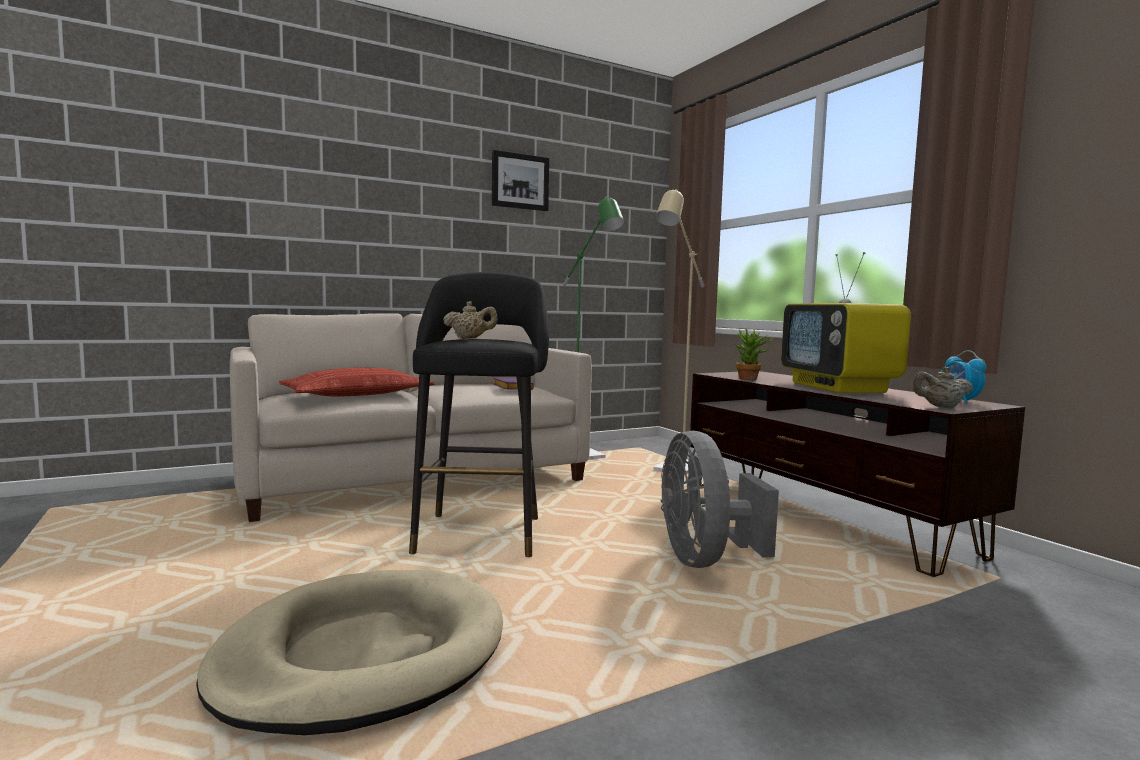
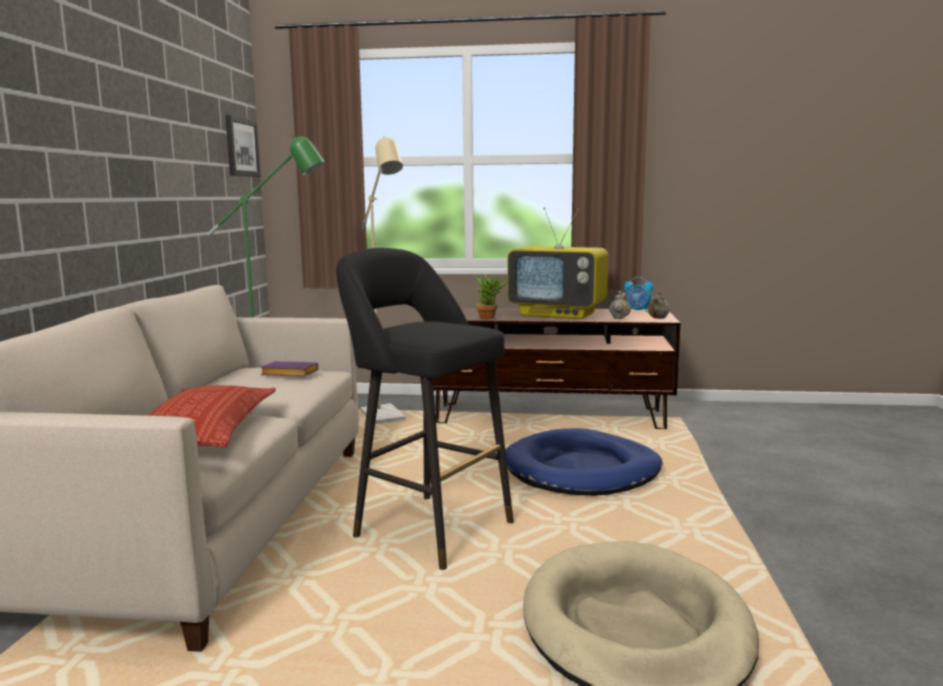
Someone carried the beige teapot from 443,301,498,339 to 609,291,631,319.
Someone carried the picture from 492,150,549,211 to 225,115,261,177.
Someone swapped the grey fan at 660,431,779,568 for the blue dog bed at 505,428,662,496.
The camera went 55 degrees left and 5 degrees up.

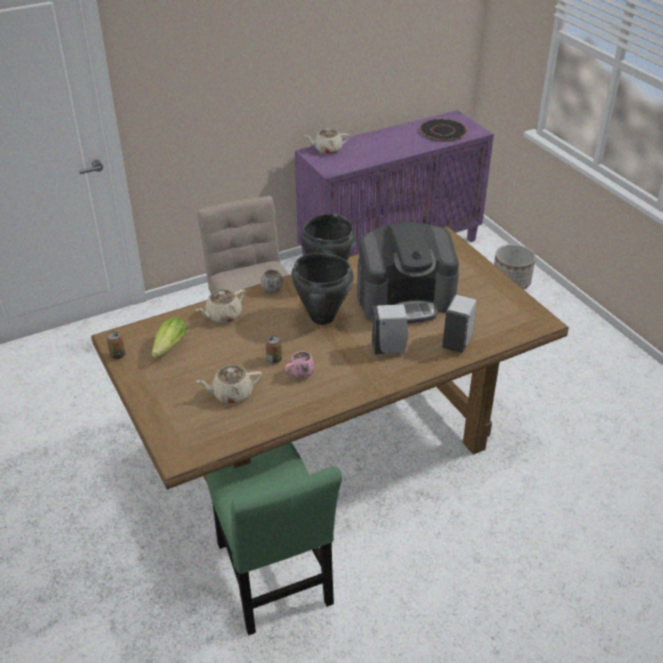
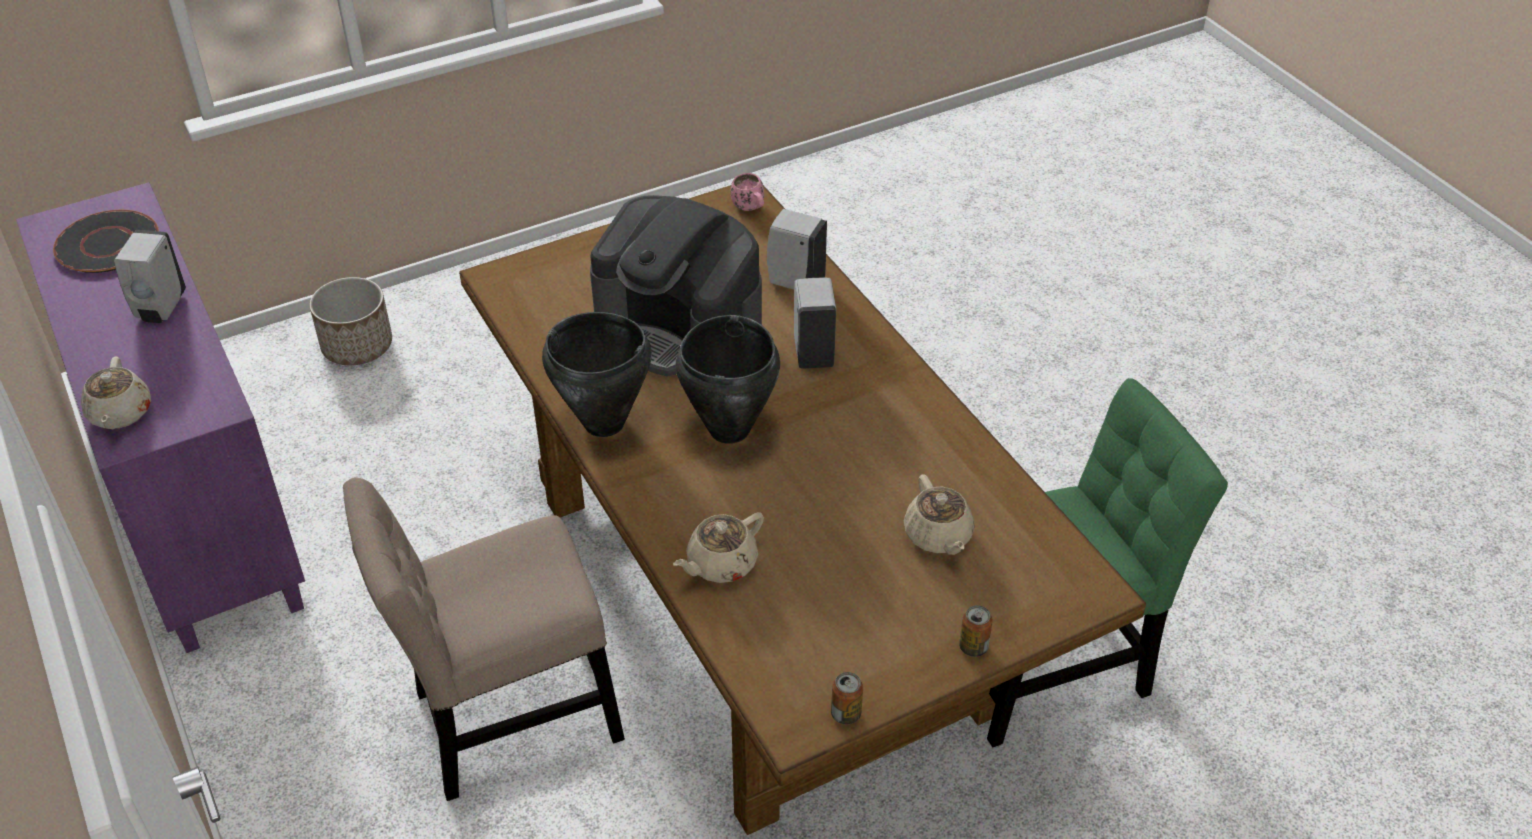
Someone took away the lettuce at 151,317,187,358.
Someone took away the white mug at 261,268,282,293.
Someone put down the white soap dispenser at 114,230,186,323.
Someone carried the can from 266,335,282,364 to 959,605,993,657.
Someone carried the pink mug from 285,351,314,378 to 731,173,764,211.
Someone rotated the beige teapot at 196,289,246,323 by 90 degrees clockwise.
Someone rotated the coffee machine at 357,222,459,324 by 135 degrees clockwise.
The camera went 90 degrees left and 5 degrees up.

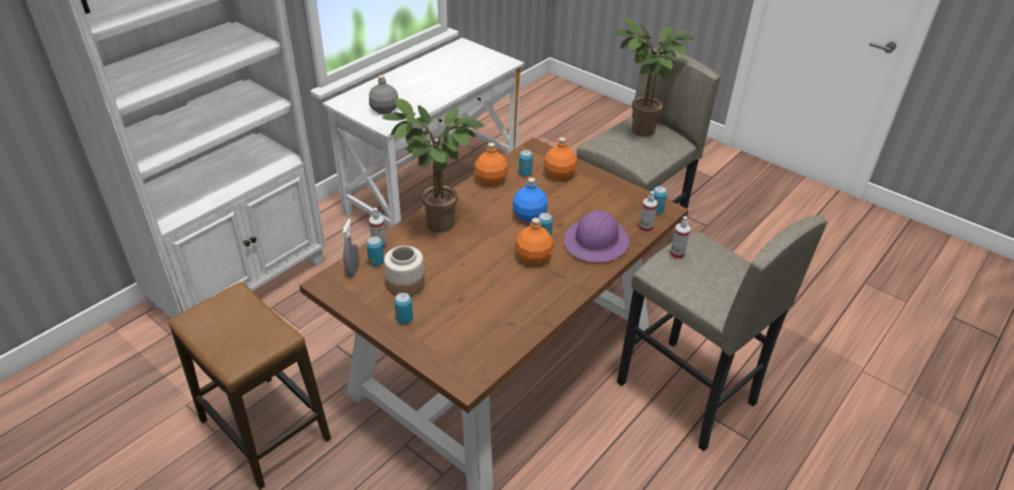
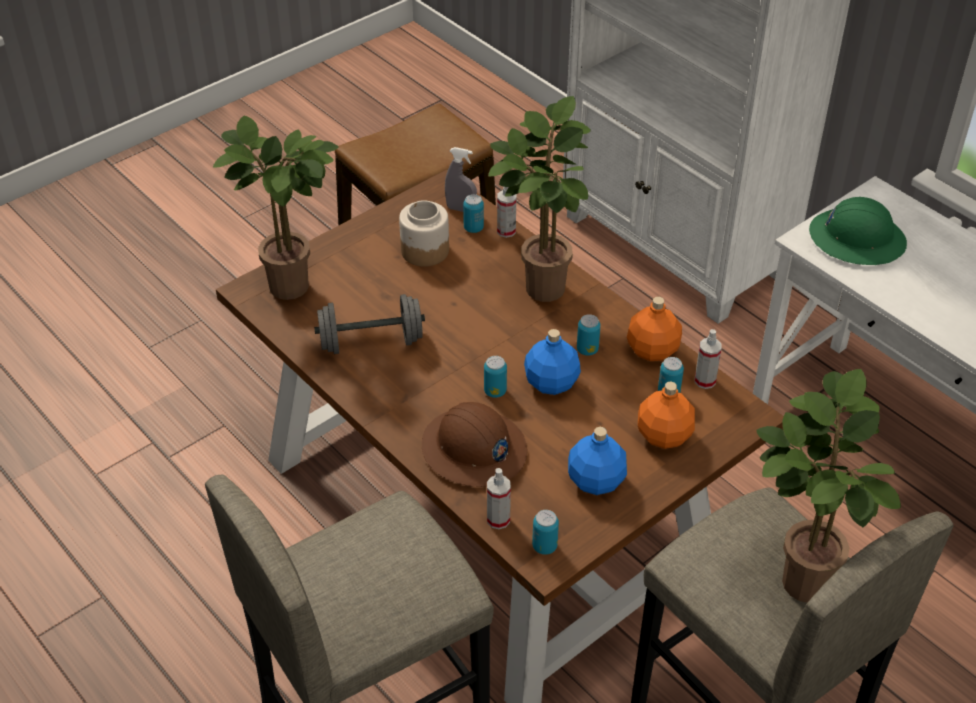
Someone took away the orange bottle at 515,218,554,264.
Someone put down the potted plant at 213,116,338,300.
Someone put down the grey dumbbell at 314,294,425,354.
Someone put down the blue bottle at 568,427,627,495.
Someone carried the can from 394,293,413,324 to 577,314,601,356.
Someone carried the spray bottle from 670,216,690,259 to 695,329,722,389.
Someone swapped the grey bottle at 369,75,398,114 for the green hard hat at 809,197,907,265.
Someone repainted the purple hard hat at 564,210,629,262, which became the brown hard hat at 422,402,527,487.
The camera went 100 degrees right and 5 degrees up.

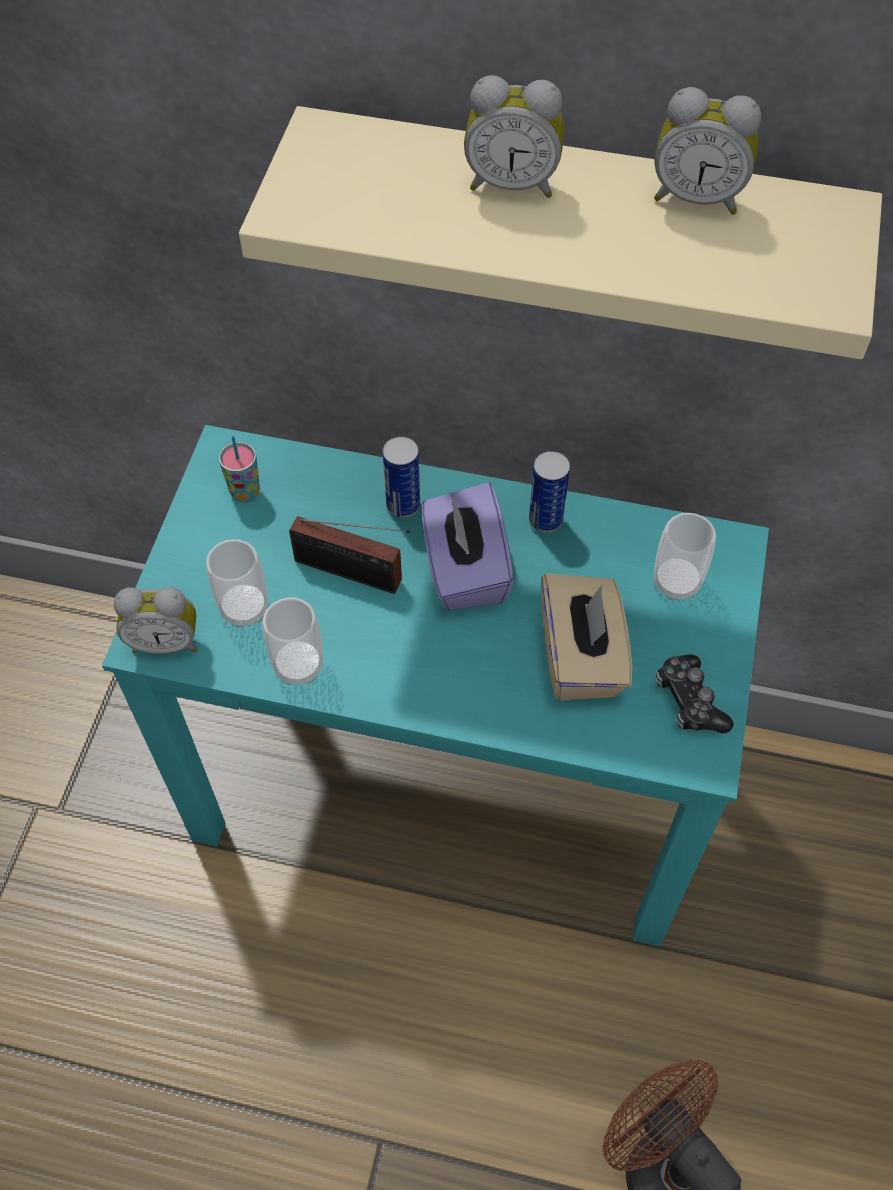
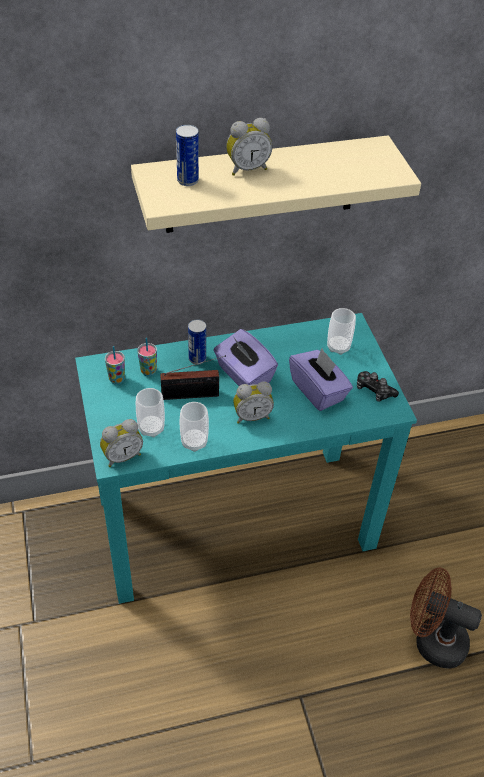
Someone put down the cup at 137,338,157,376.
Someone carried the can from 529,451,570,533 to 176,125,199,186.
Someone carried the alarm clock from 654,87,761,215 to 233,381,274,424.
Someone repainted the beige tissue box at 541,573,632,701, which became the purple tissue box at 289,348,353,411.
The camera went 30 degrees left and 10 degrees down.

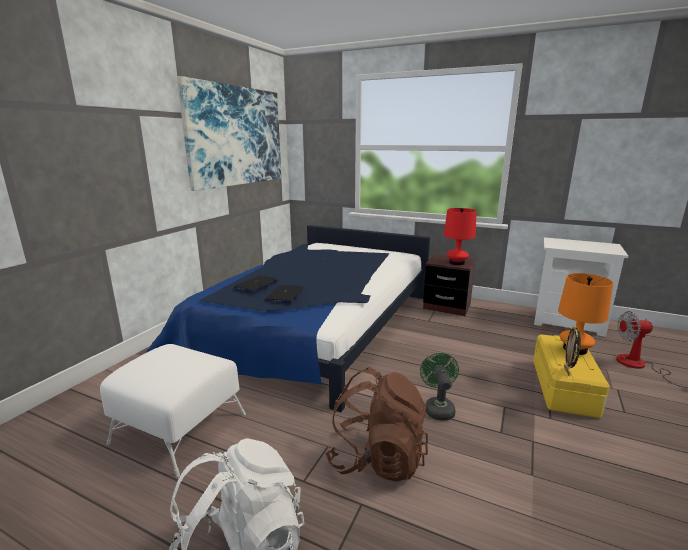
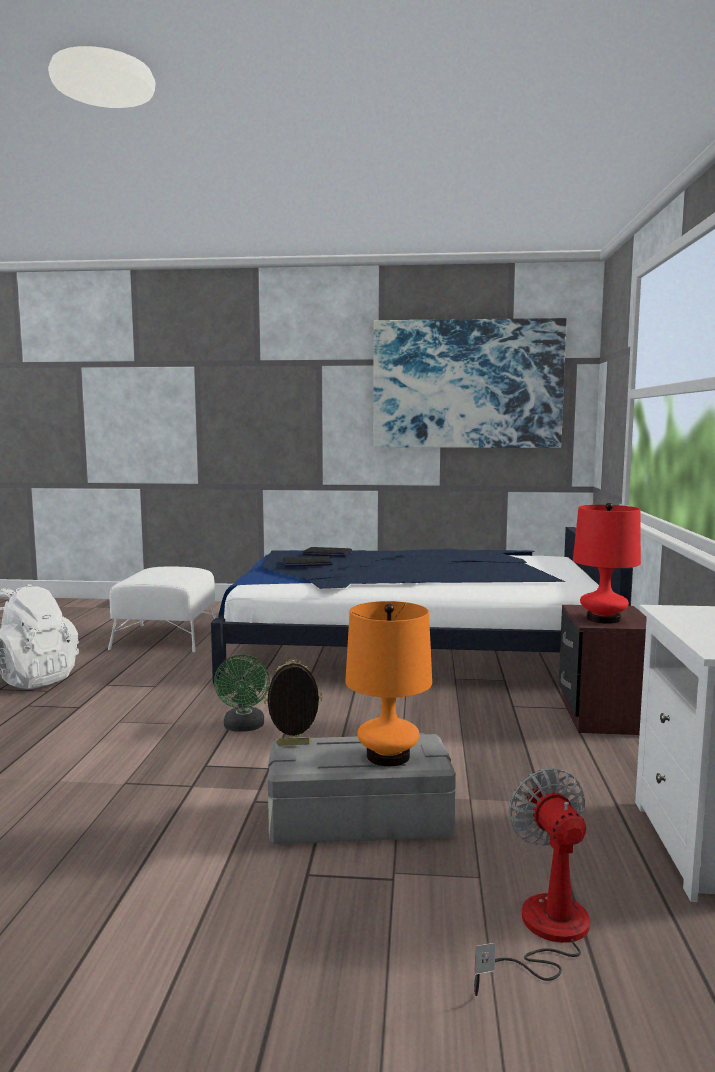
Someone took away the brown backpack at 325,367,428,482.
Someone repainted the yellow storage box at 533,334,610,418, which became the grey storage box at 268,733,456,844.
Someone rotated the green fan at 420,353,459,421 by 105 degrees clockwise.
The camera went 70 degrees right and 10 degrees down.

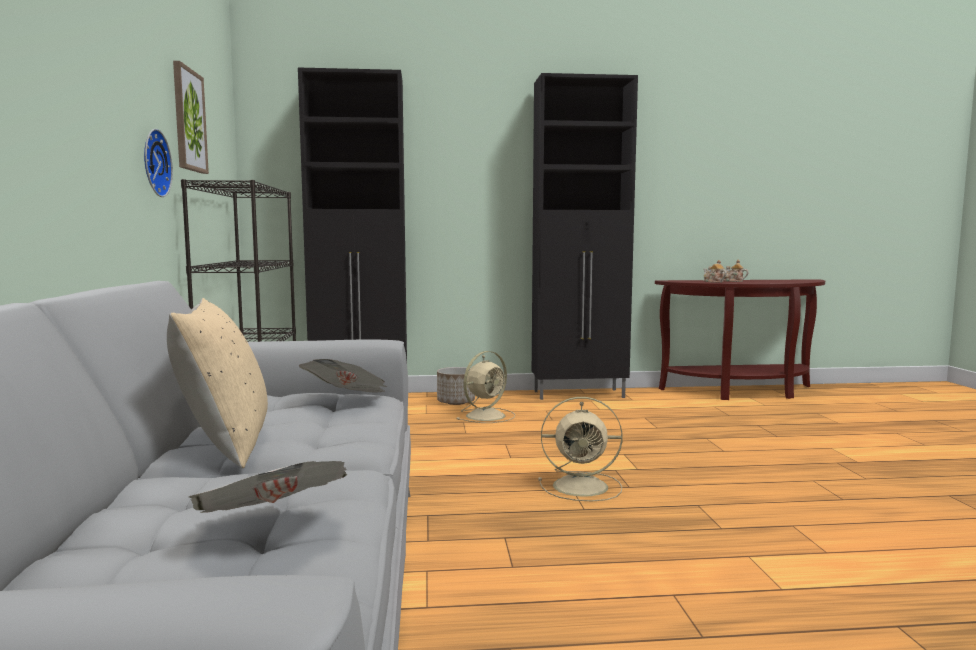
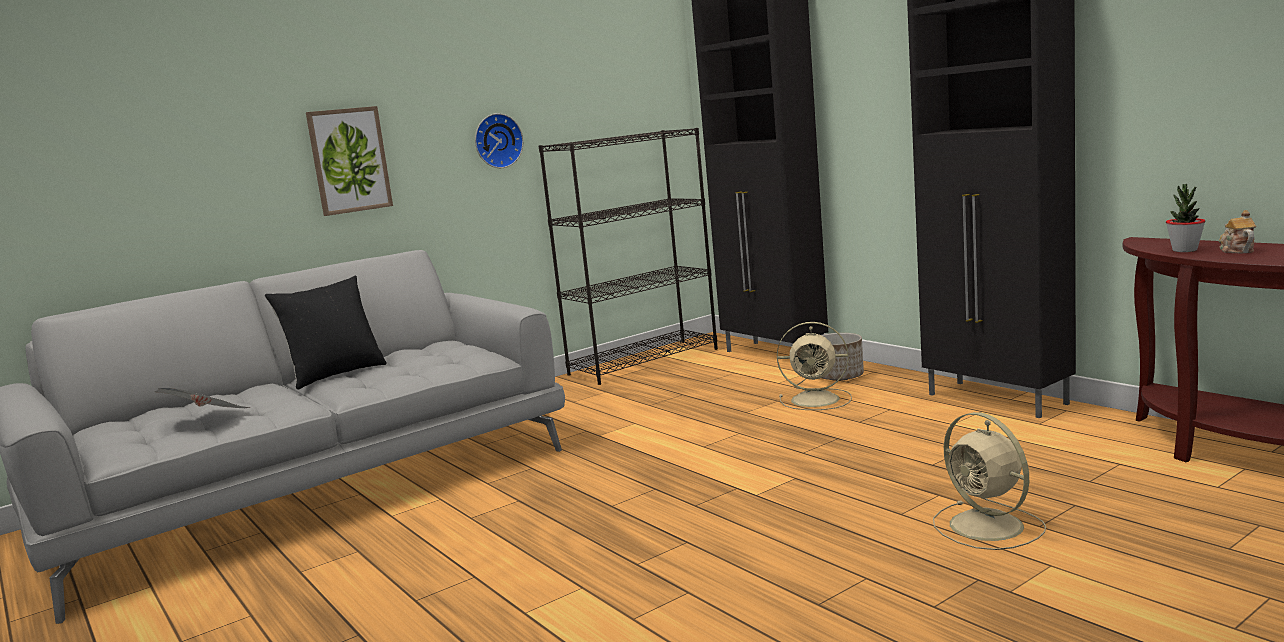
Someone took away the newspaper at 299,359,387,392.
Someone carried the picture from 173,61,209,174 to 306,106,393,216.
Someone carried the beige fan from 538,397,623,501 to 933,412,1046,550.
Someone swapped the teapot at 704,260,727,283 for the potted plant at 1166,184,1205,252.
Someone repainted the beige pillow at 167,298,268,468, which became the black pillow at 265,275,387,389.
The camera went 60 degrees right and 5 degrees up.

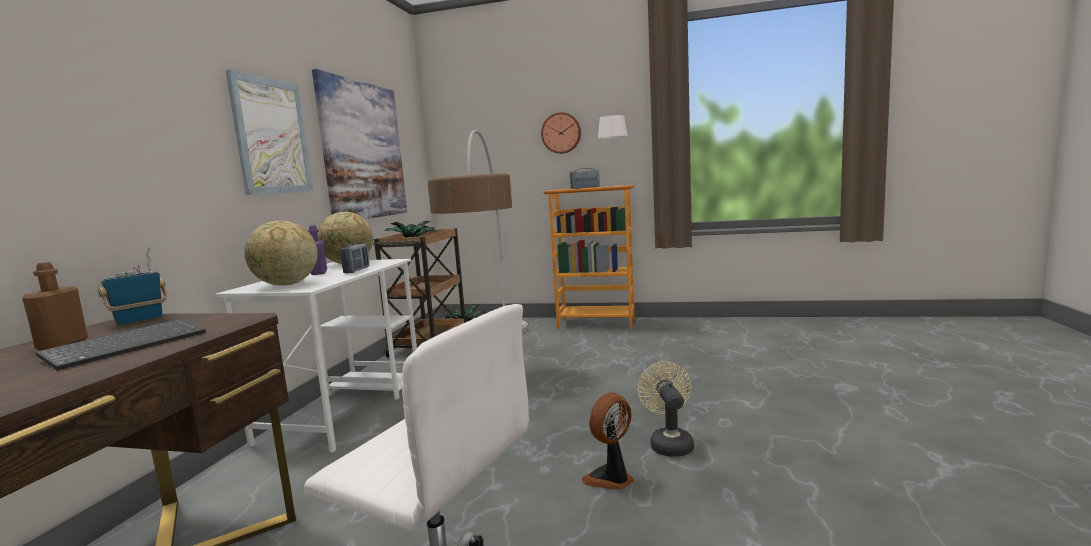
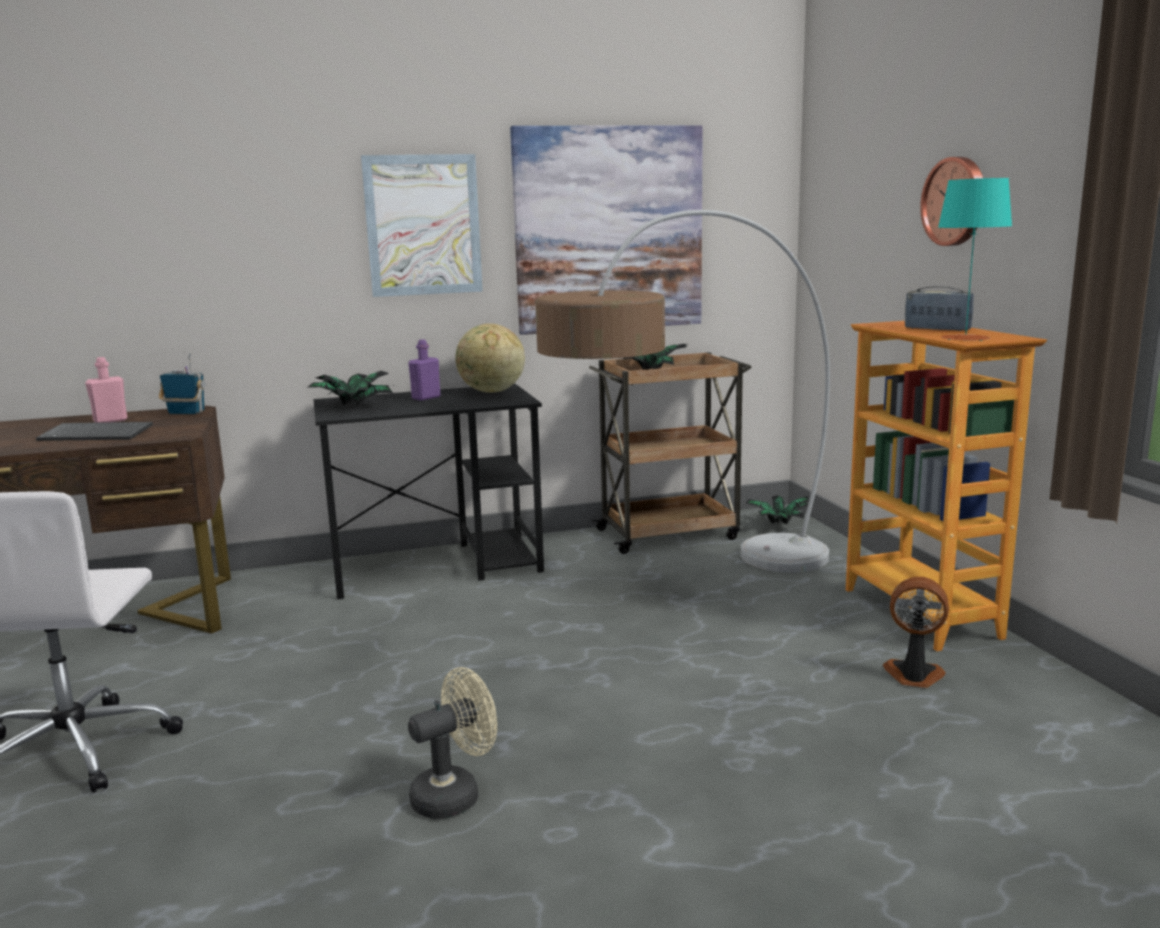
Someone took away the radio at 340,242,369,273.
Someone carried the fan from 581,392,634,490 to 883,577,949,688.
Someone swapped the globe at 245,221,318,286 for the potted plant at 307,371,393,407.
Someone repainted the brown bottle at 22,262,88,351, which became the pink bottle at 85,357,128,423.
Someone repainted the white desk at 215,259,417,453, which became the black desk at 313,384,544,599.
Someone repainted the white table lamp at 598,115,628,187, which became the turquoise table lamp at 938,178,1012,341.
The camera went 60 degrees right and 5 degrees up.

